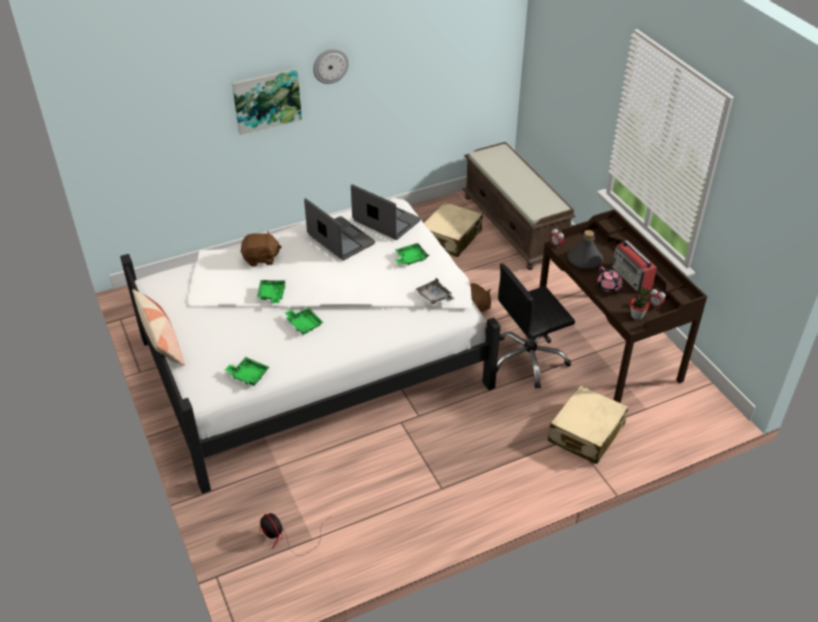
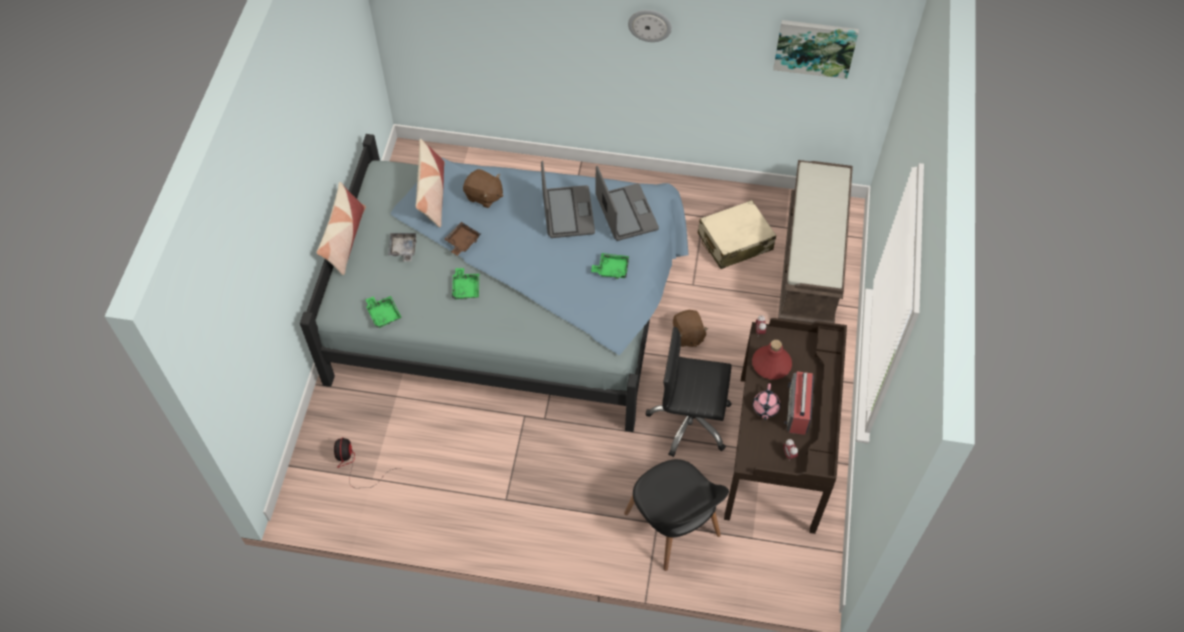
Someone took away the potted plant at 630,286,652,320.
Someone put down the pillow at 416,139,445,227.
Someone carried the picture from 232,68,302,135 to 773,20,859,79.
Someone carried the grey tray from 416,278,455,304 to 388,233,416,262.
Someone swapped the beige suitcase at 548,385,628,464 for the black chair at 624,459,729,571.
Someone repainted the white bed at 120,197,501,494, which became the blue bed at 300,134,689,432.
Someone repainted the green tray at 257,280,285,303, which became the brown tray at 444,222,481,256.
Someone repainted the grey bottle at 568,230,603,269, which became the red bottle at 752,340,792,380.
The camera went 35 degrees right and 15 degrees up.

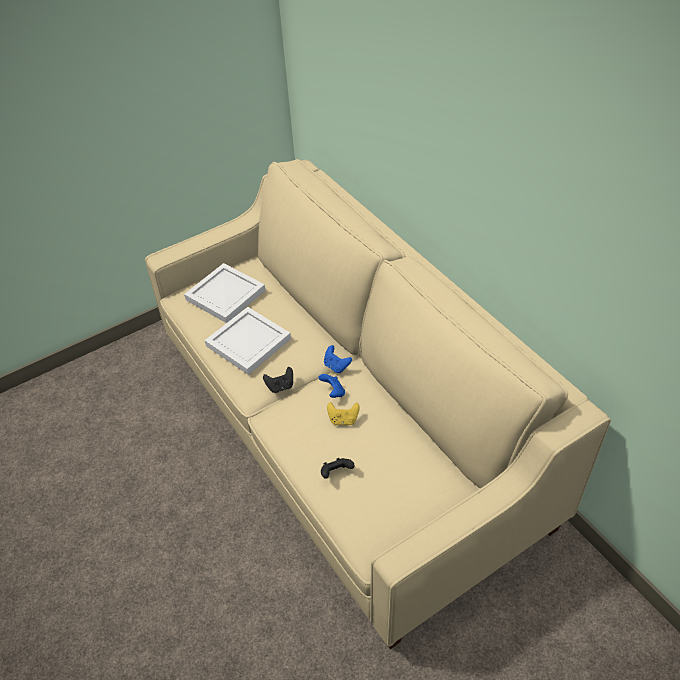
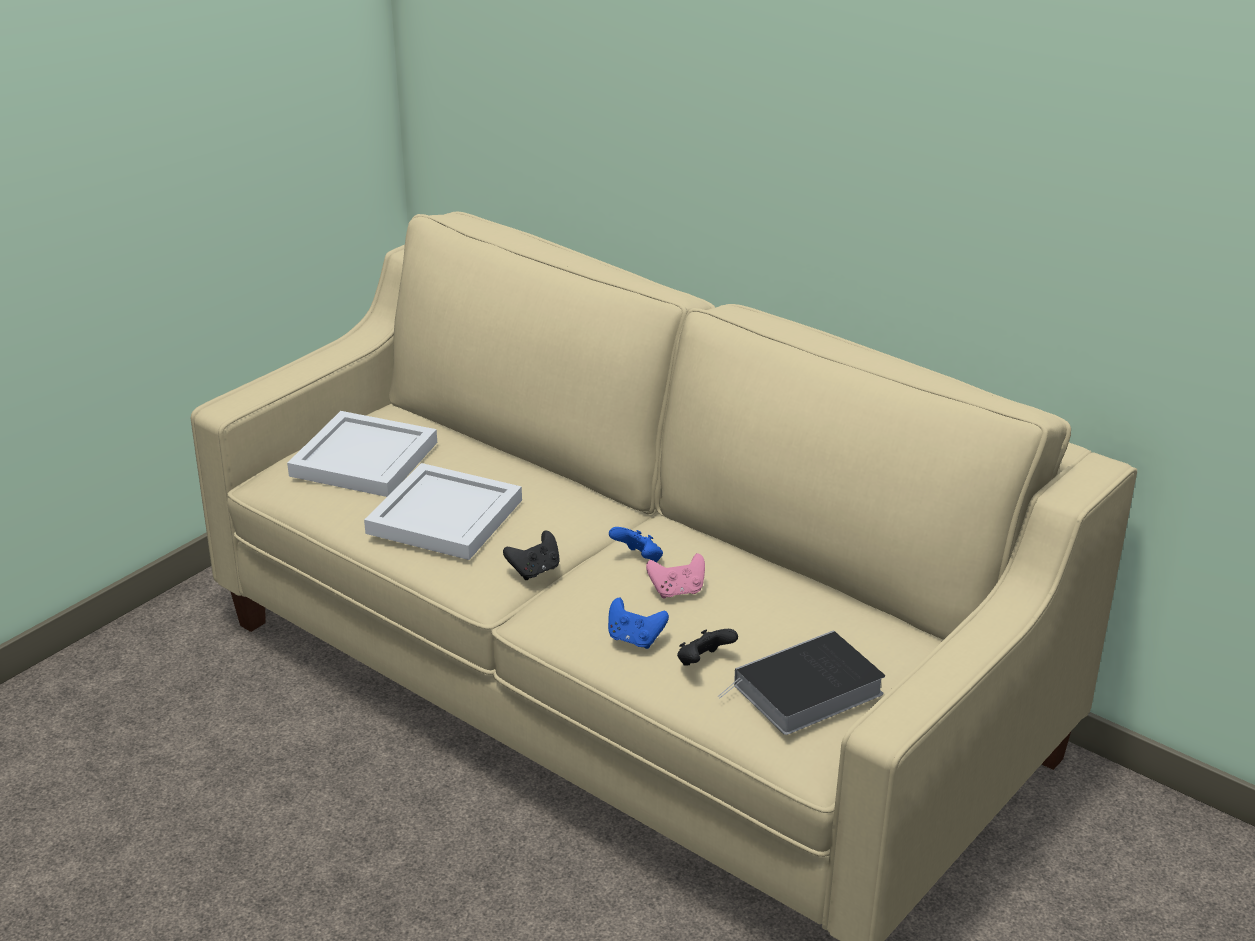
Someone put down the book at 718,630,885,735.
Someone carried the blue game controller from 324,345,352,373 to 608,598,669,649.
Someone repainted the yellow game controller at 327,402,360,426, which became the pink game controller at 646,553,705,598.
The camera went 20 degrees left and 15 degrees down.

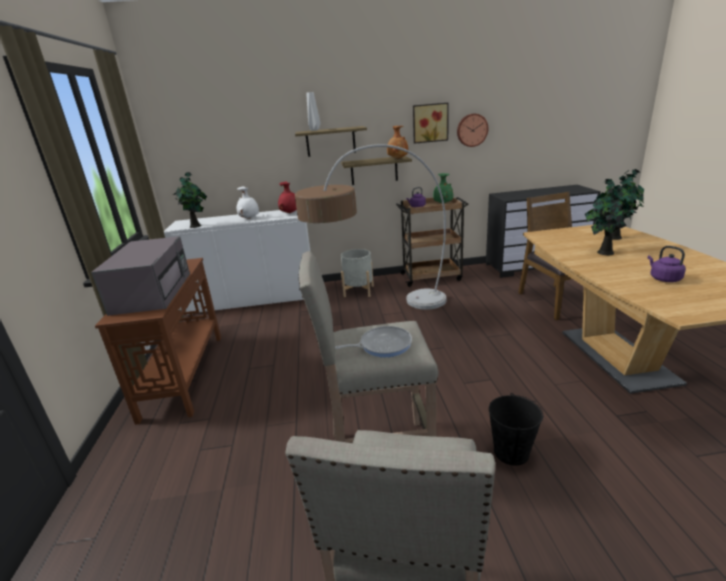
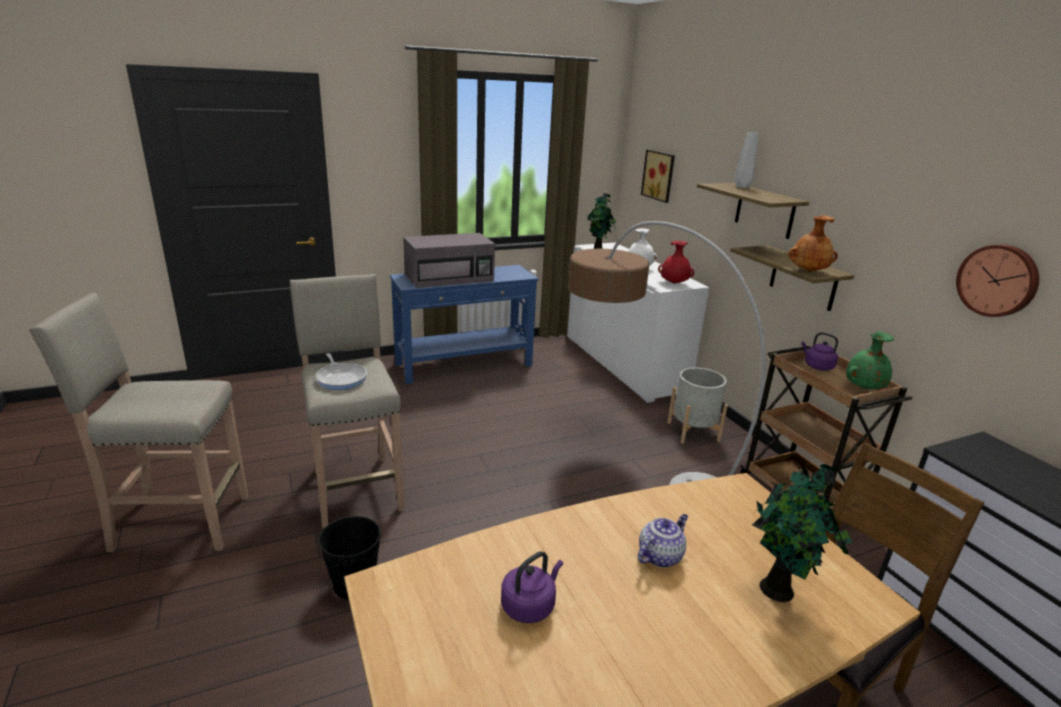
Someone carried the picture from 413,103,449,144 to 641,150,675,203.
Someone swapped the potted plant at 585,179,637,255 for the teapot at 638,514,688,568.
Someone repainted the brown console table at 95,258,221,425, which became the blue console table at 390,265,538,384.
The camera went 70 degrees right and 0 degrees up.

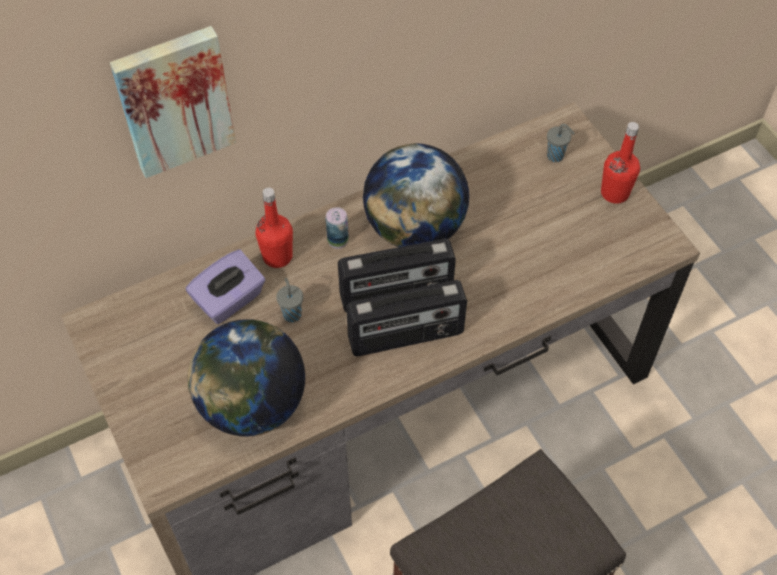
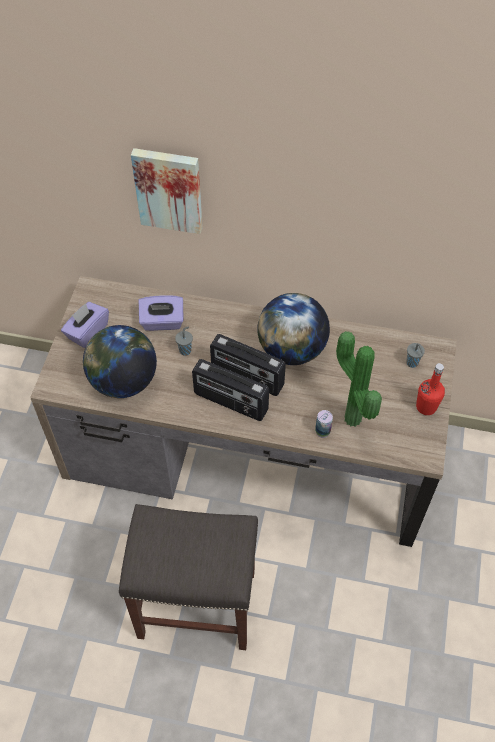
Someone took away the red bottle at 255,188,293,268.
Someone put down the purple tissue box at 61,302,109,348.
Someone put down the potted plant at 336,331,382,427.
Someone carried the can from 326,207,349,249 to 315,410,333,438.
The camera went 40 degrees right and 0 degrees up.

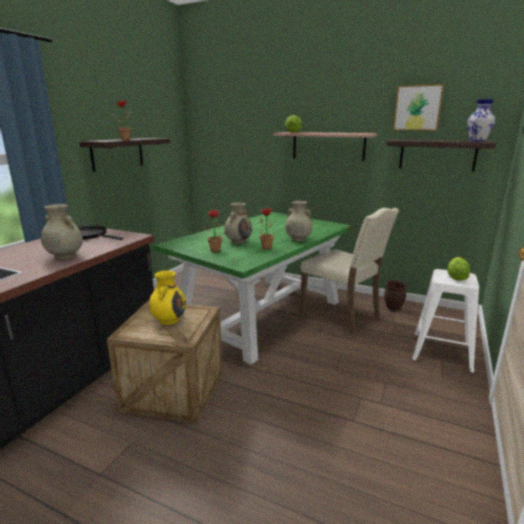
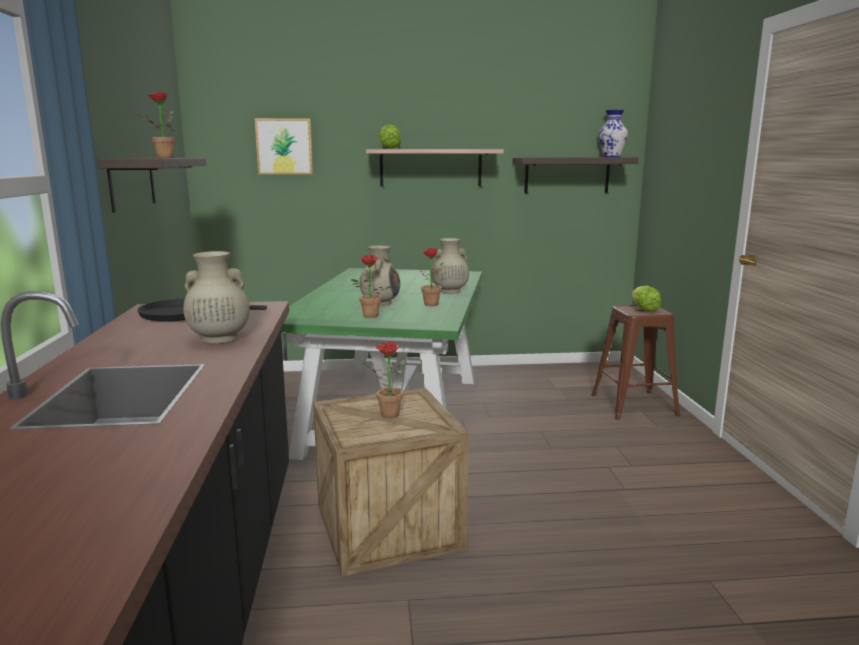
Someone took away the beige chair at 300,208,400,334.
Someone took away the brown planter at 384,280,407,311.
Someone carried the picture from 393,84,444,131 to 255,118,313,174.
Someone swapped the yellow vase at 149,270,186,325 for the potted plant at 362,342,405,418.
Someone repainted the white stool at 412,269,479,374, which became the brown stool at 591,305,681,420.
The camera went 30 degrees left and 5 degrees down.

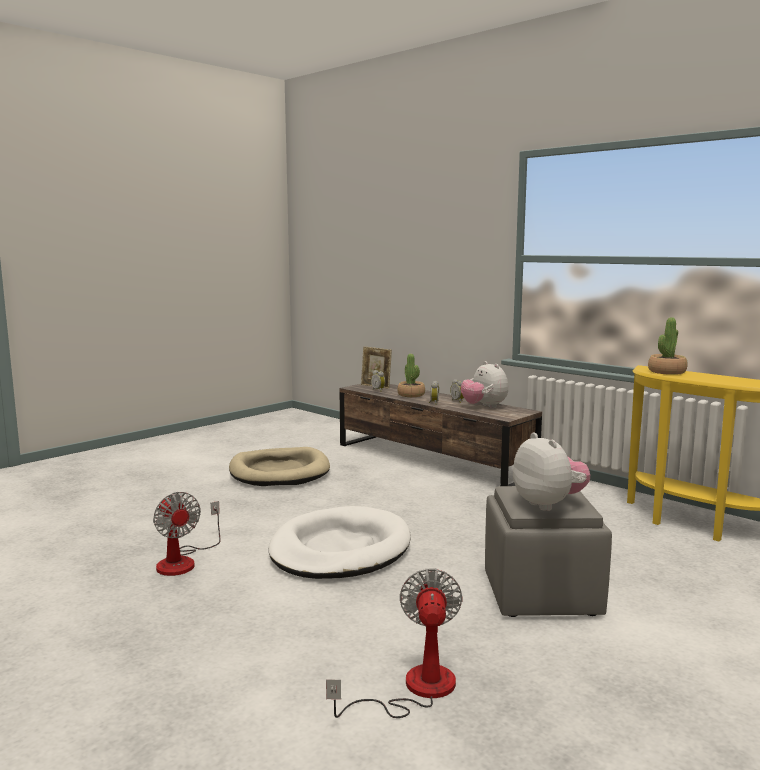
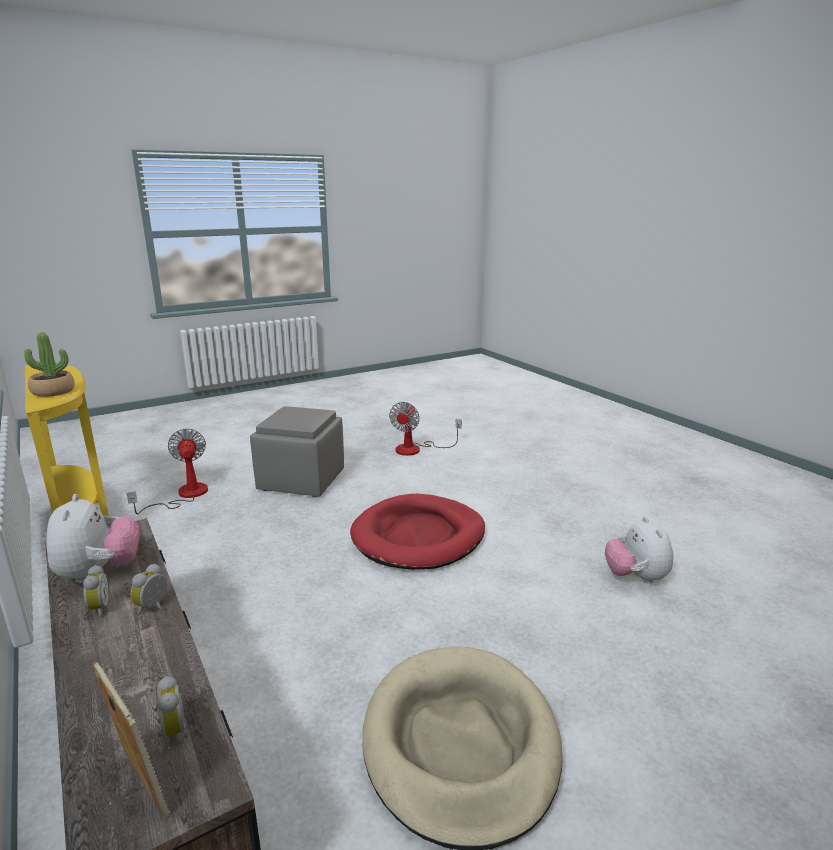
Someone took away the potted plant at 398,354,425,397.
Someone carried the fan from 153,492,221,576 to 127,428,208,514.
Someone carried the plush toy from 513,432,590,511 to 605,517,673,583.
Someone repainted the white dog bed at 268,506,411,579, which became the red dog bed at 350,494,485,570.
The camera went 165 degrees left and 10 degrees up.

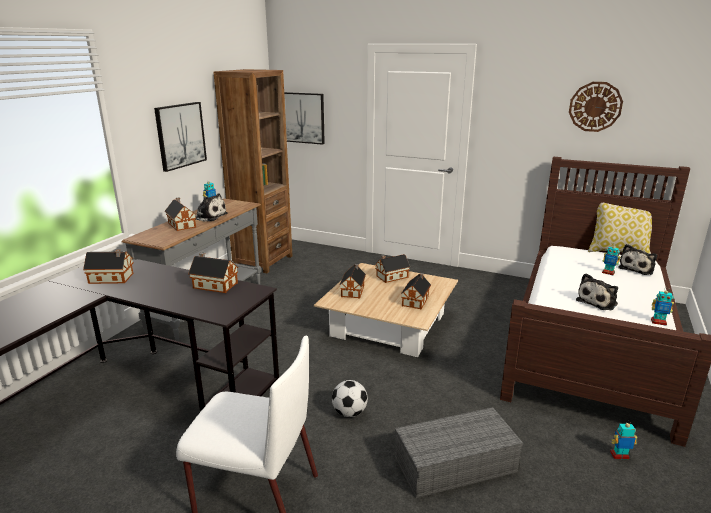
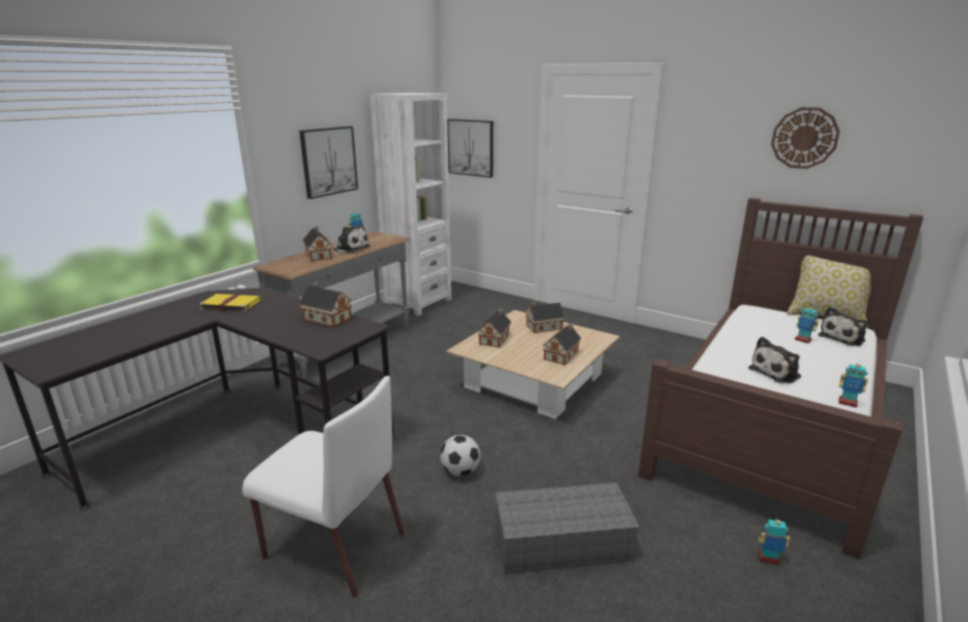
Someone swapped the toy house at 83,249,133,284 for the yellow book at 199,294,261,312.
Someone repainted the brown bookcase at 213,69,292,273, which became the white bookcase at 370,93,451,316.
The camera went 10 degrees right and 0 degrees up.

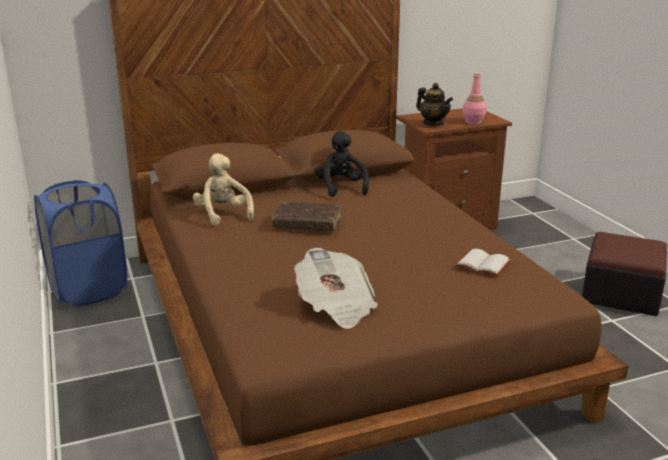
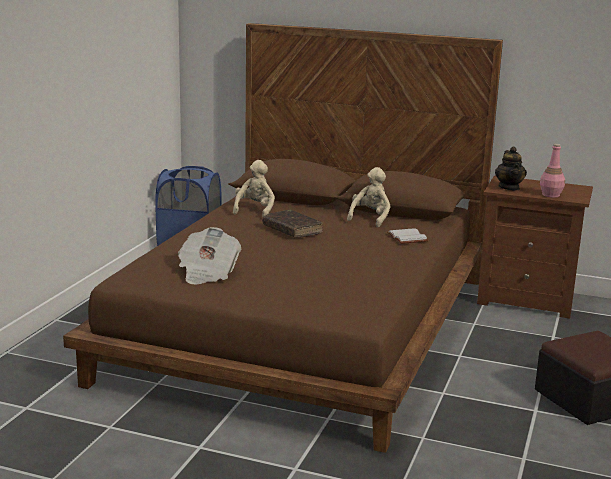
Someone carried the white book from 455,249,512,276 to 387,228,429,244.
Someone repainted the black plush toy at 315,131,369,197, which became the beige plush toy at 347,167,391,227.
The camera went 40 degrees right and 5 degrees down.

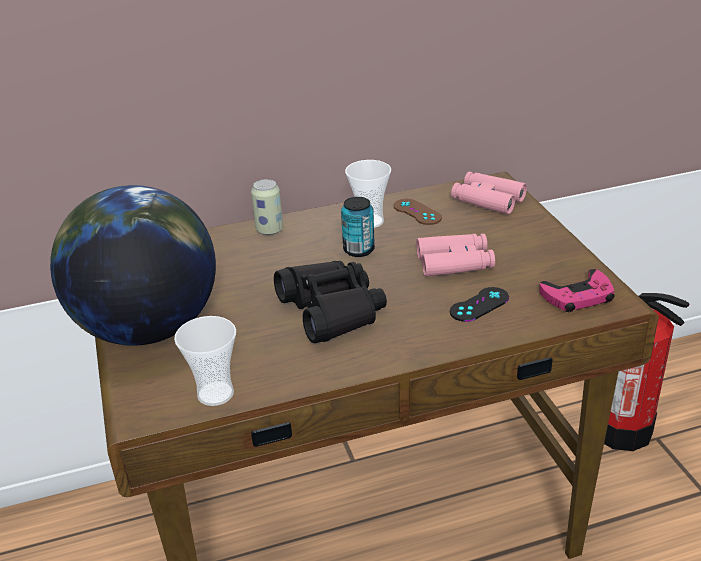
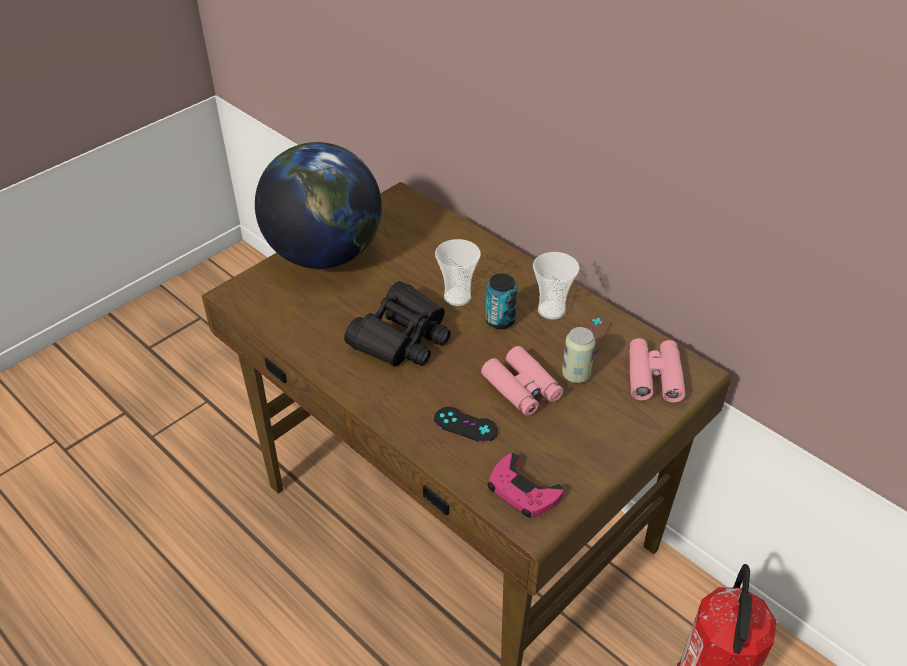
Someone carried the cup from 174,316,236,406 to 435,239,481,306.
Someone carried the can from 251,179,283,235 to 562,327,596,383.
The camera went 60 degrees right and 10 degrees up.

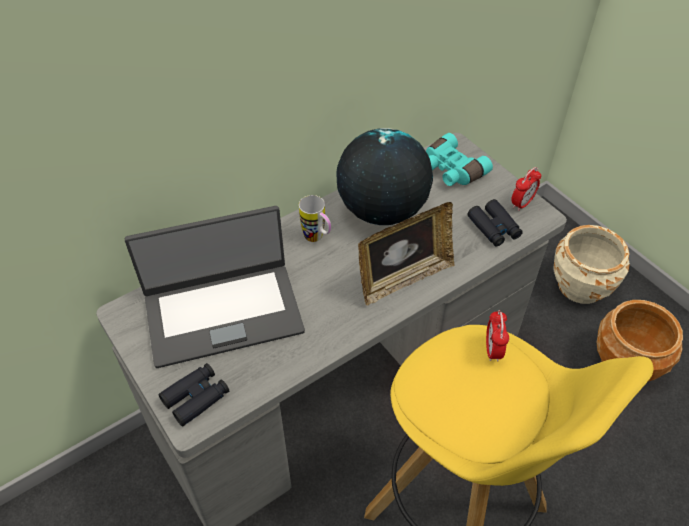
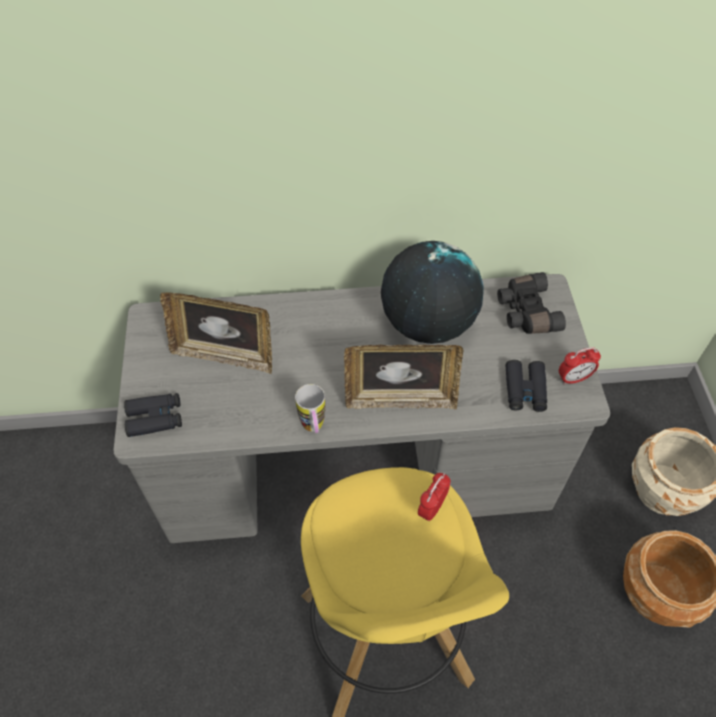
Someone carried the mug from 299,195,331,242 to 295,384,325,433.
Someone swapped the laptop at 125,206,305,368 for the picture frame at 160,292,272,374.
Someone repainted the turquoise binoculars at 426,133,493,186, which became the black binoculars at 497,272,566,334.
The camera went 30 degrees right and 5 degrees up.

